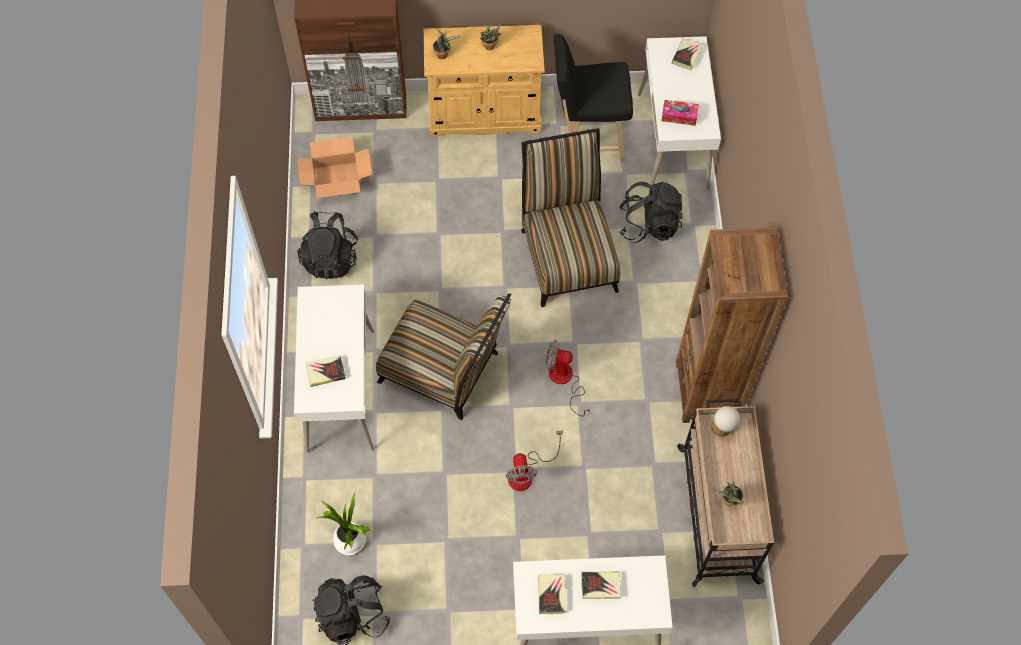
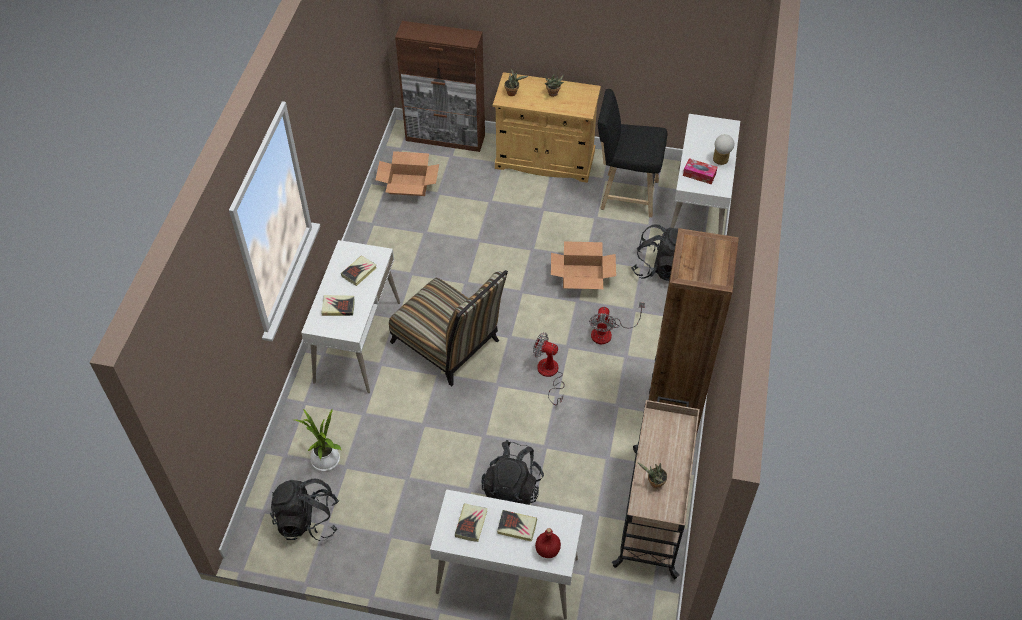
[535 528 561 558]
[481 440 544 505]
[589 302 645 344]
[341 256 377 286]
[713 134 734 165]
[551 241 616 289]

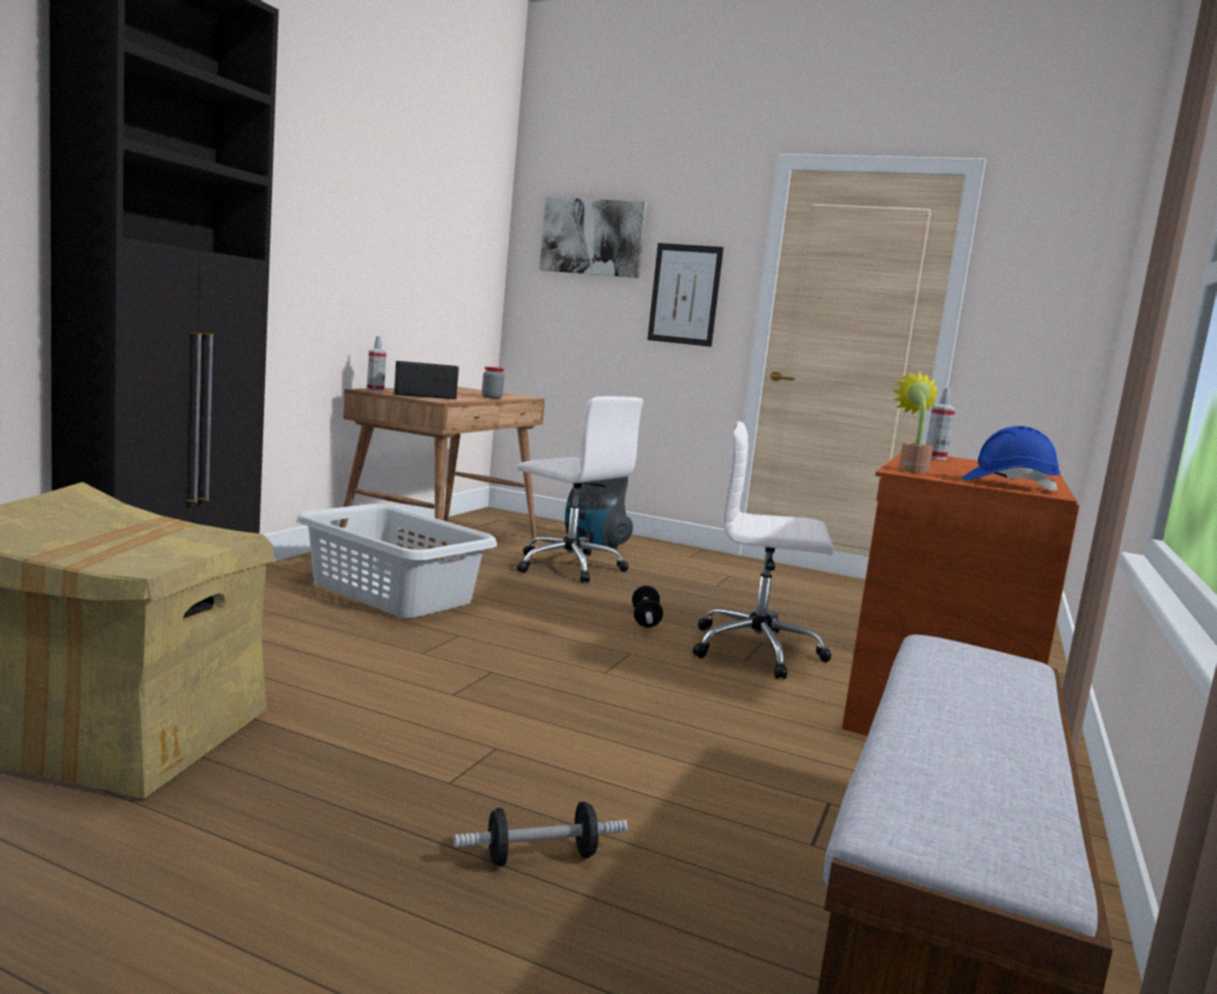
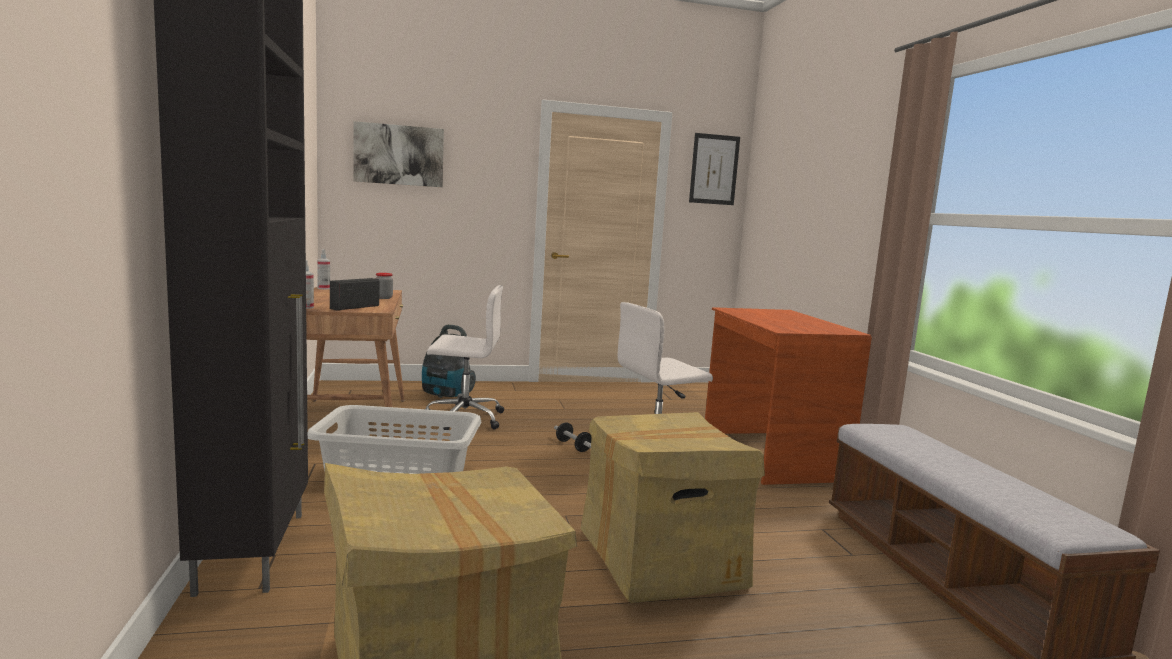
[454 802 628 867] (first image)
[893 371 939 474] (first image)
[962 426 1061 492] (first image)
[581 412 765 603]
[689 133 740 205]
[317 249 330 289]

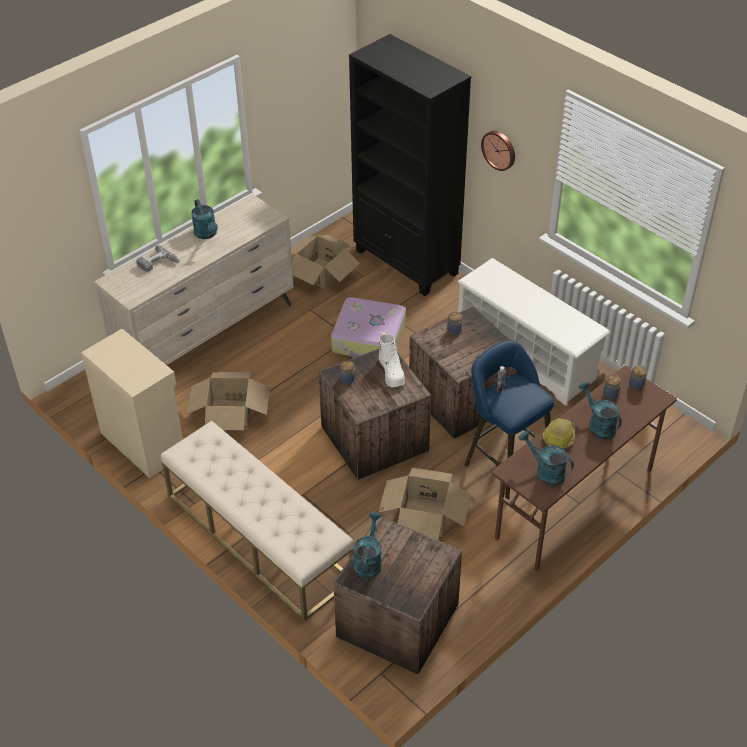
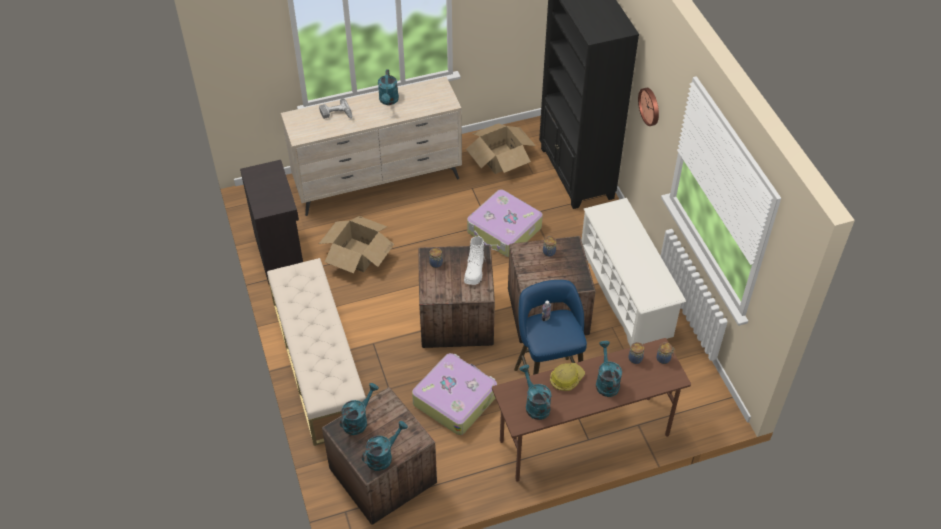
[362 421 408 471]
[412 353 497 435]
[240 160 303 284]

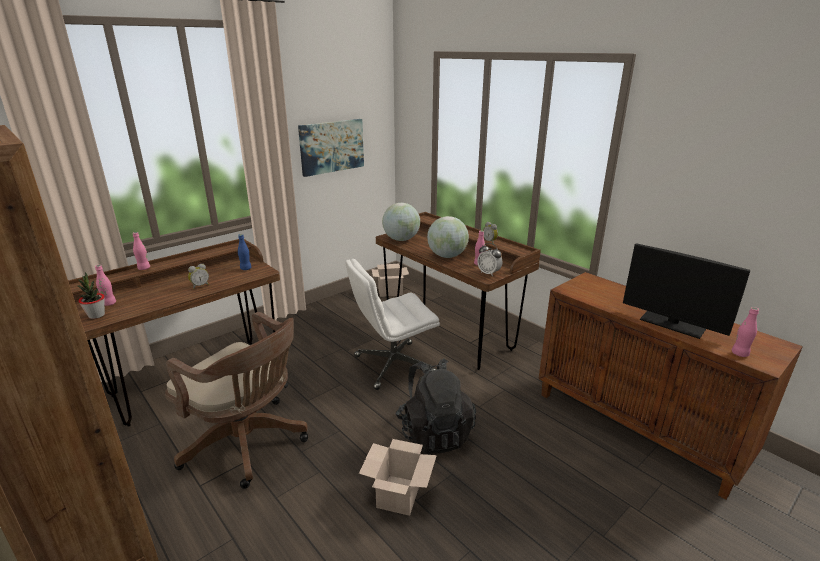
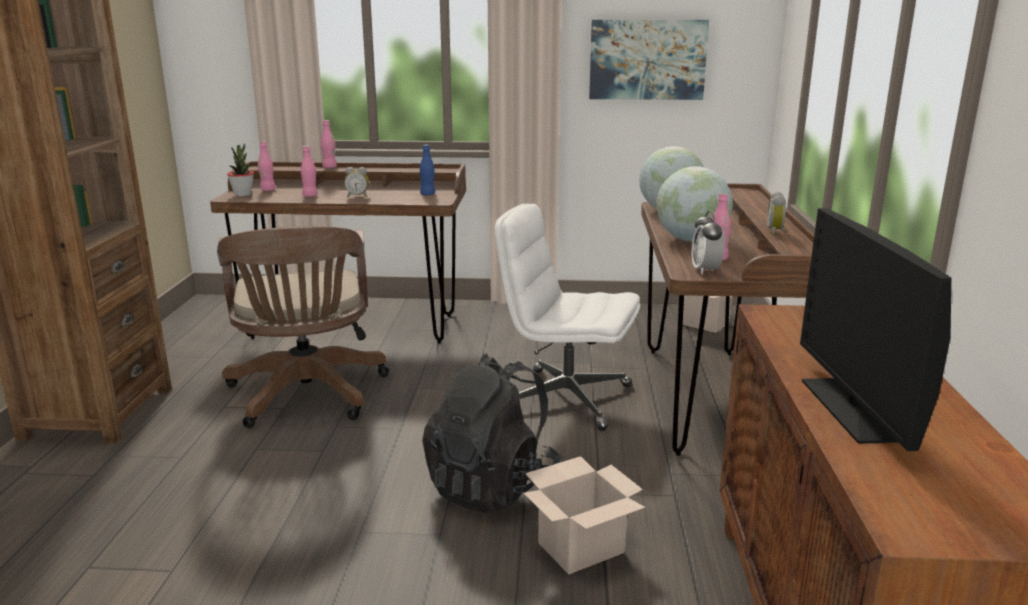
[523 456 645 575]
[301 146 318 197]

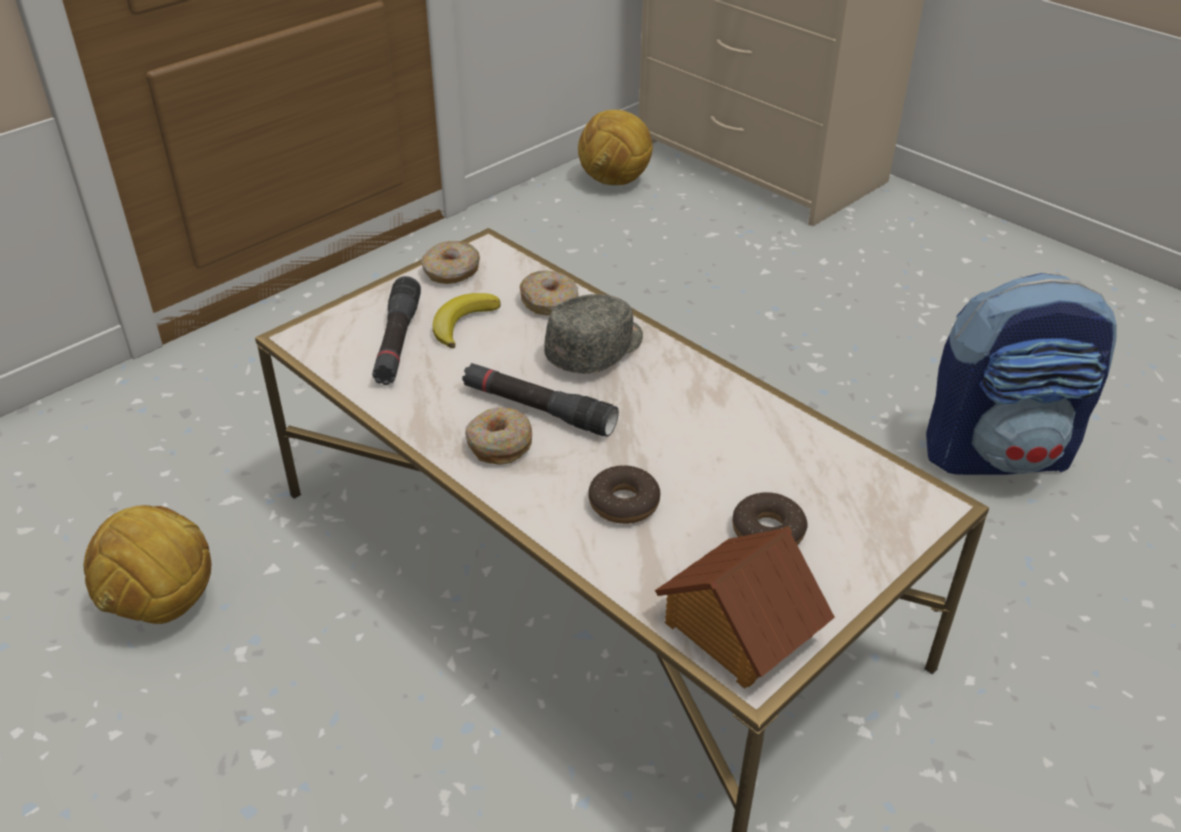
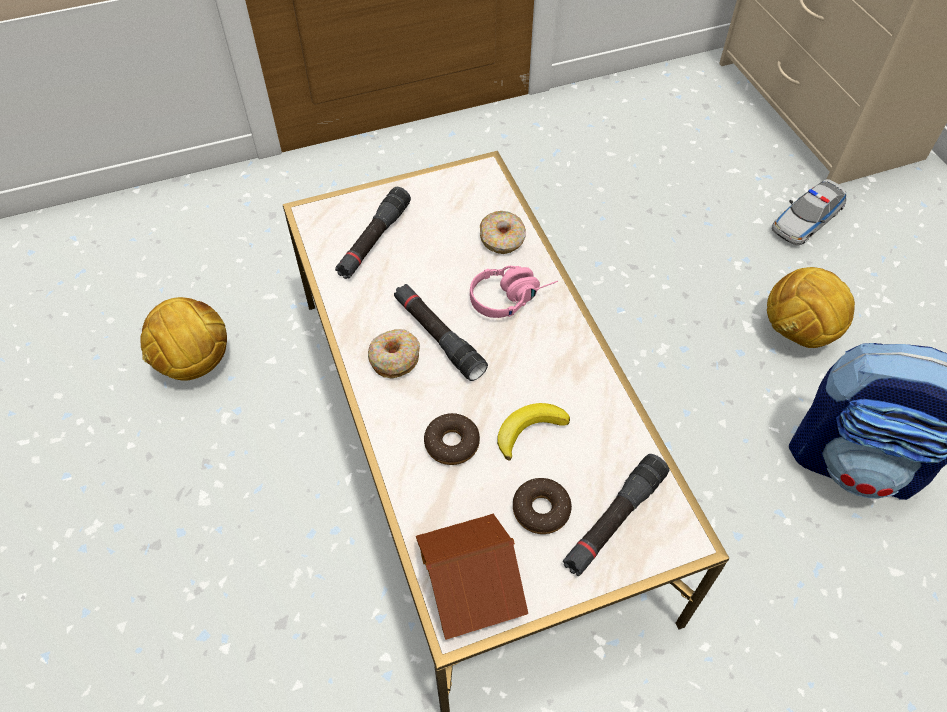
[421 241 480 284] (first image)
[563 454 669 576]
[772 179 846 245]
[497 403 570 460]
[767 267 855 348]
[470 266 558 318]

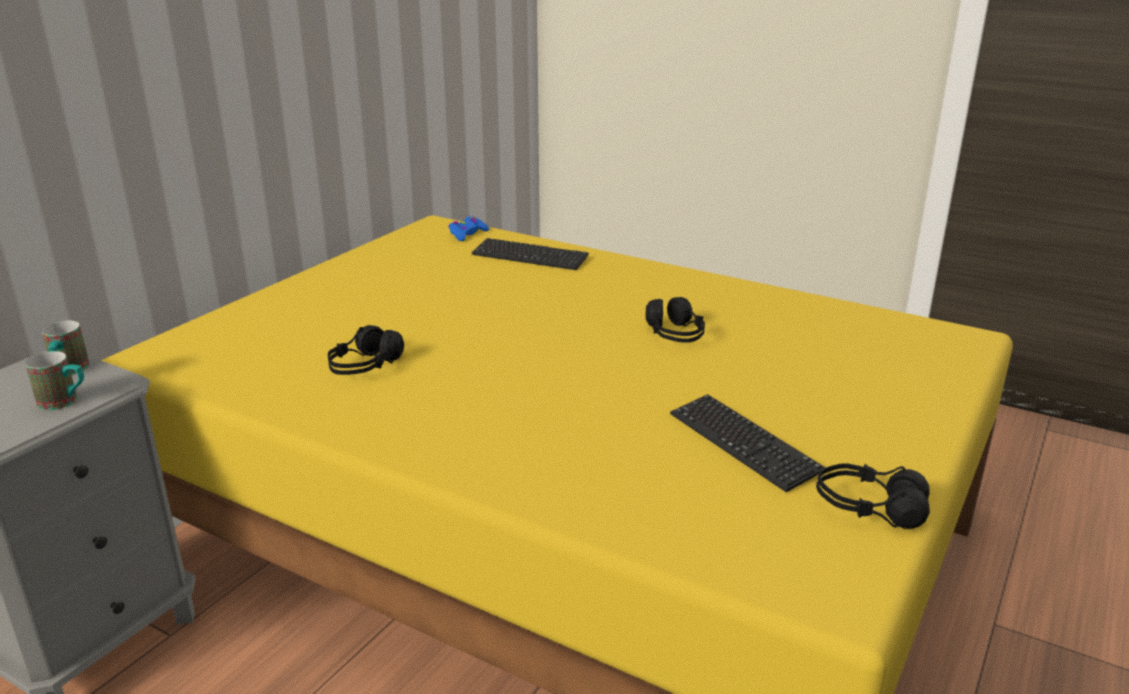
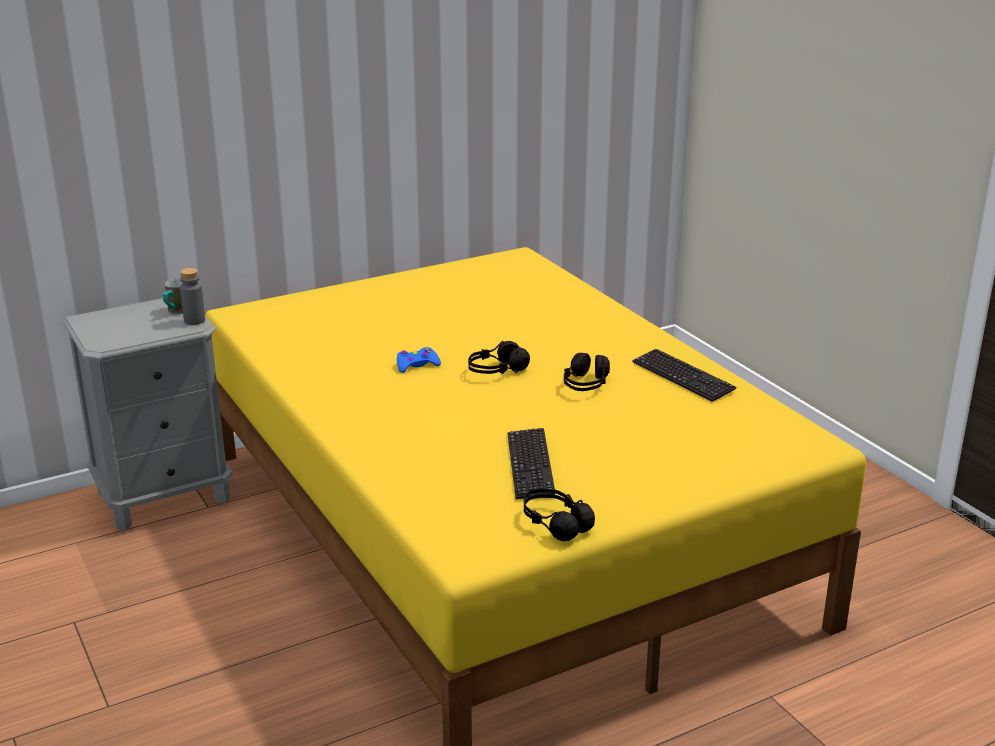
[25 351 84 410] (first image)
[180 268 205 325]
[468 341 530 374]
[397 347 441 373]
[632 349 737 402]

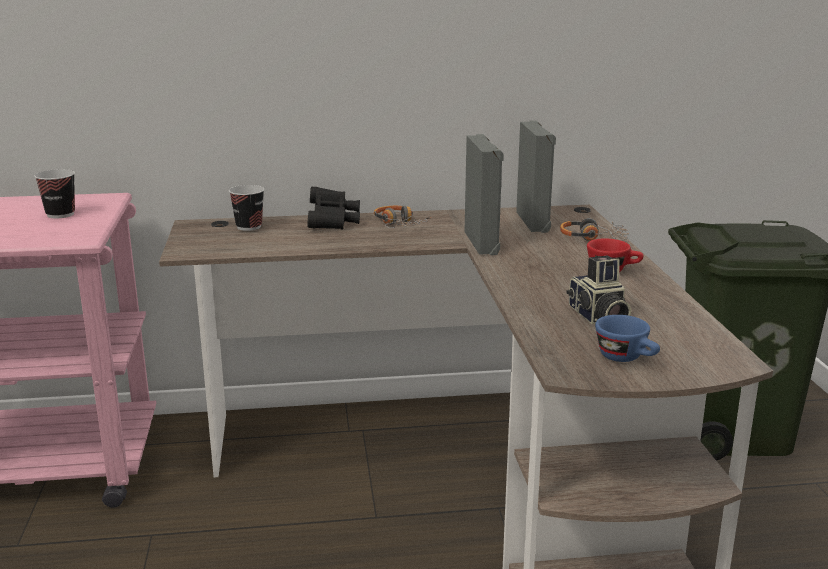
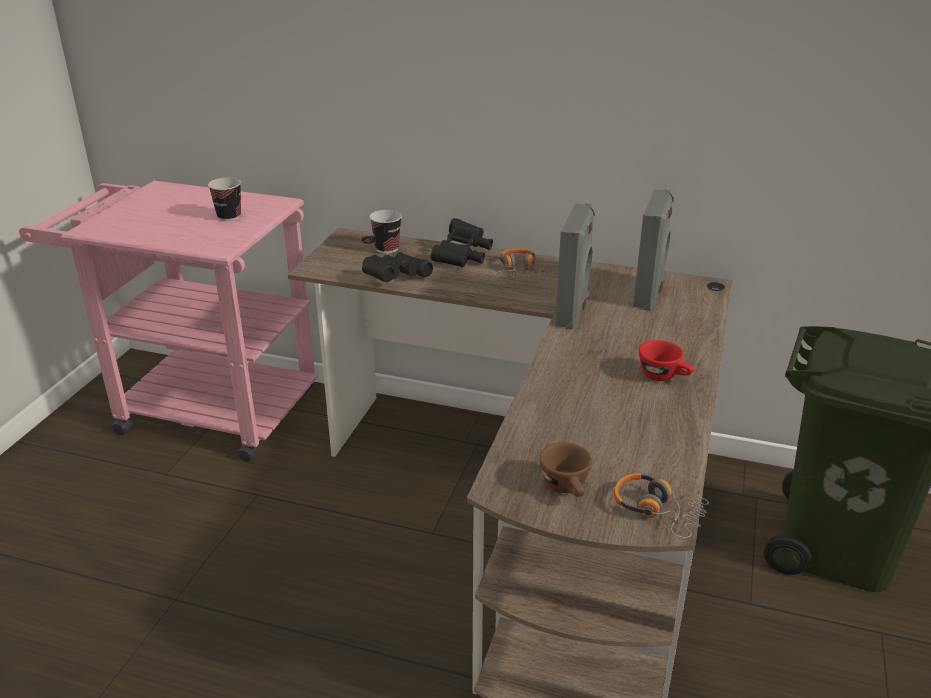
[566 256 631 324] (first image)
[362 252 433 282]
[614 473 709 538]
[539 442 592 497]

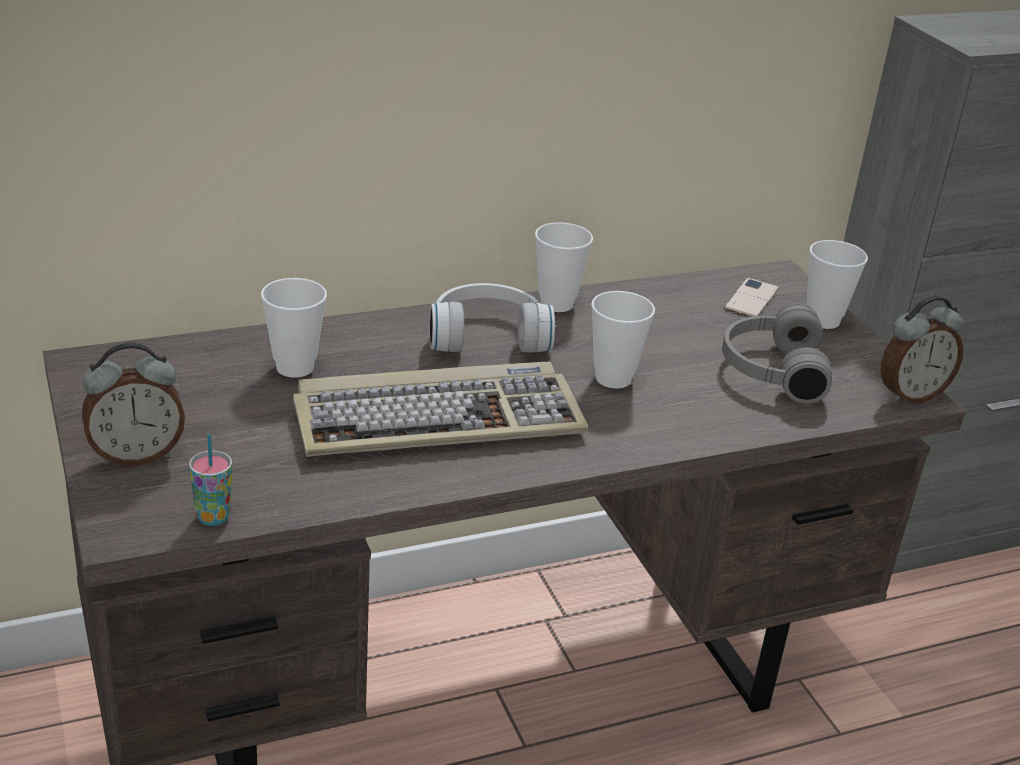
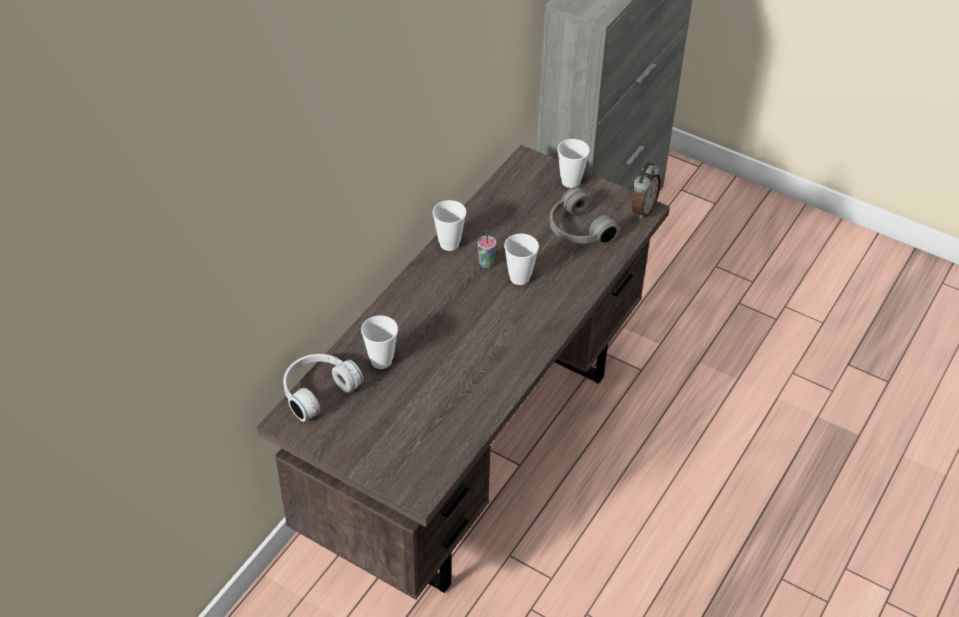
[82 343 185 466] (first image)
[293 362 588 457] (first image)
[724 278 779 317] (first image)
[478 231 496 268]
[283 354 363 422]

